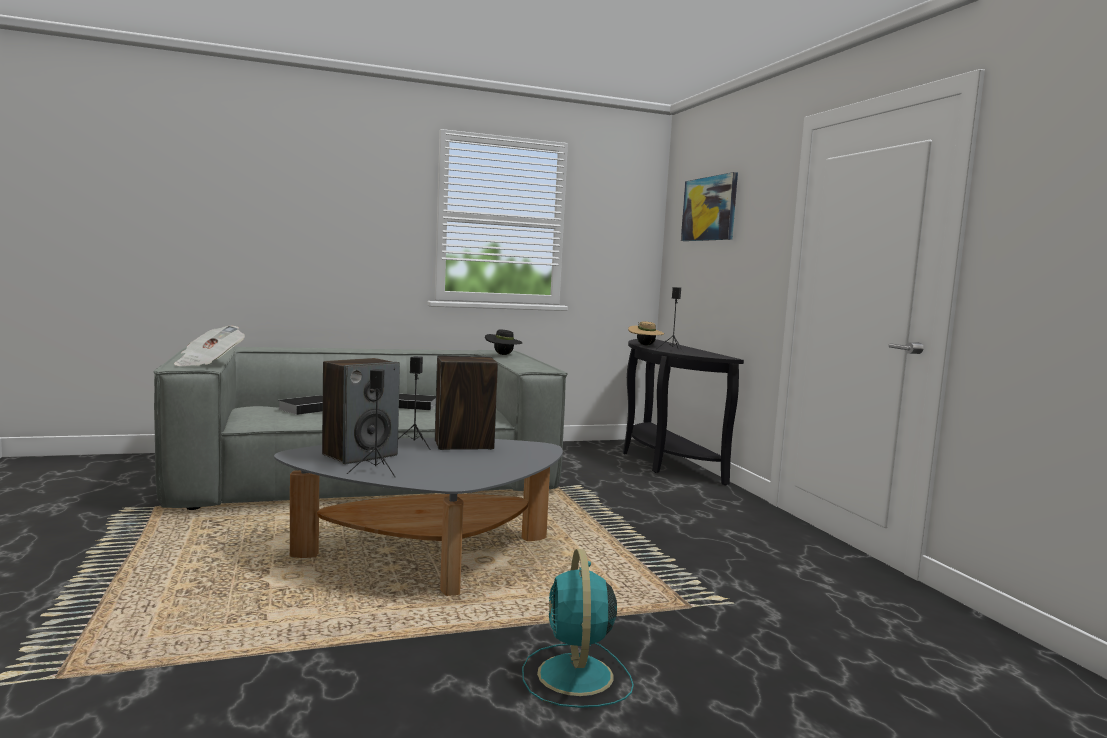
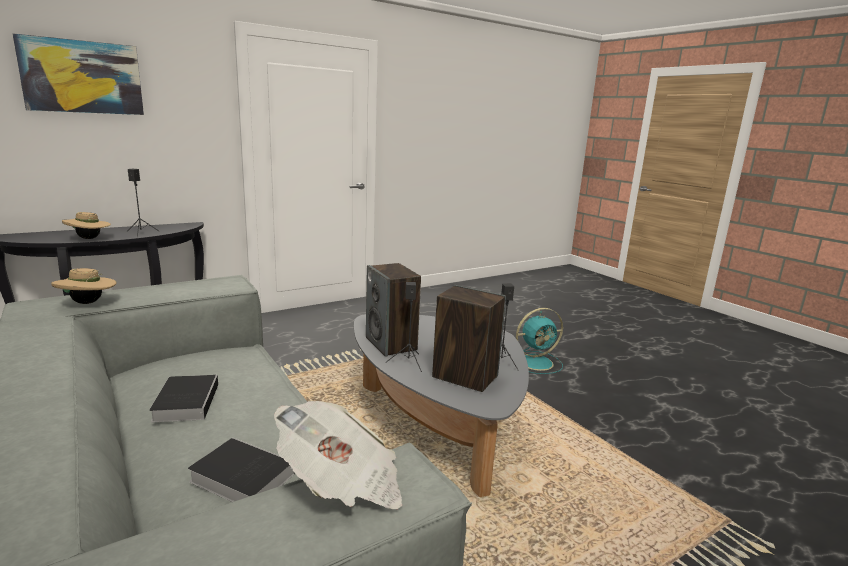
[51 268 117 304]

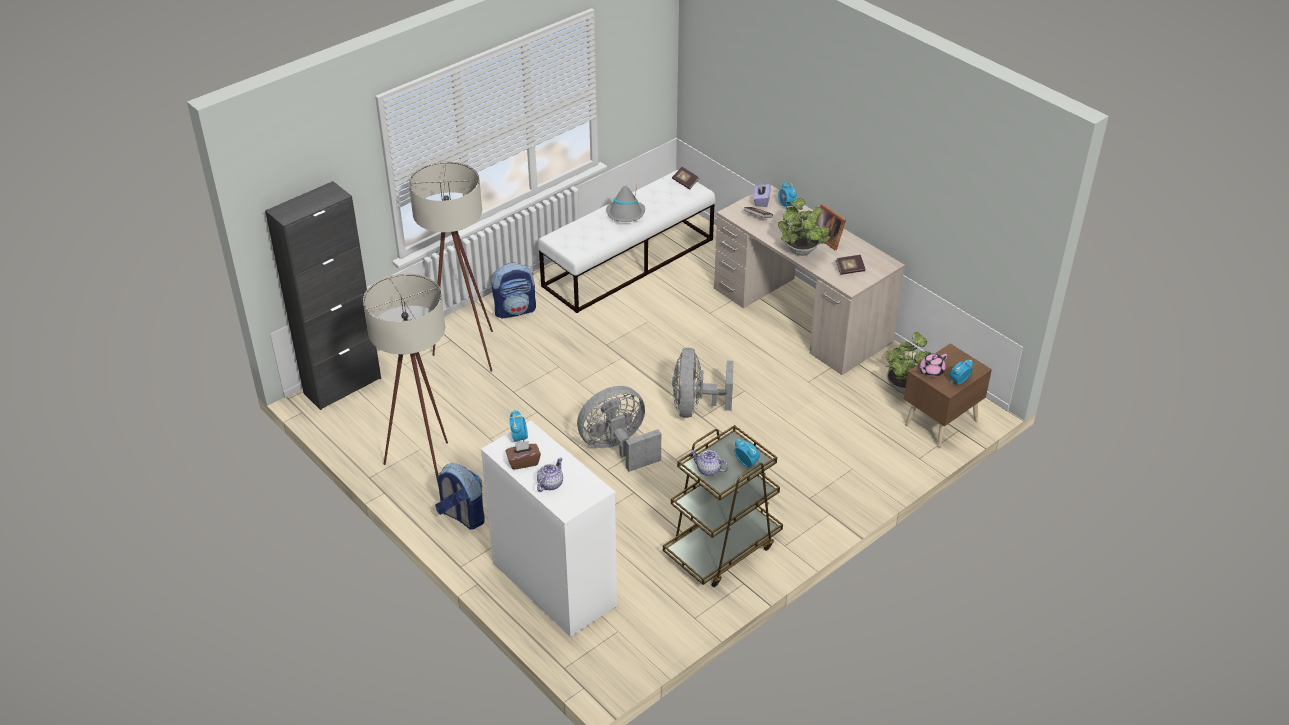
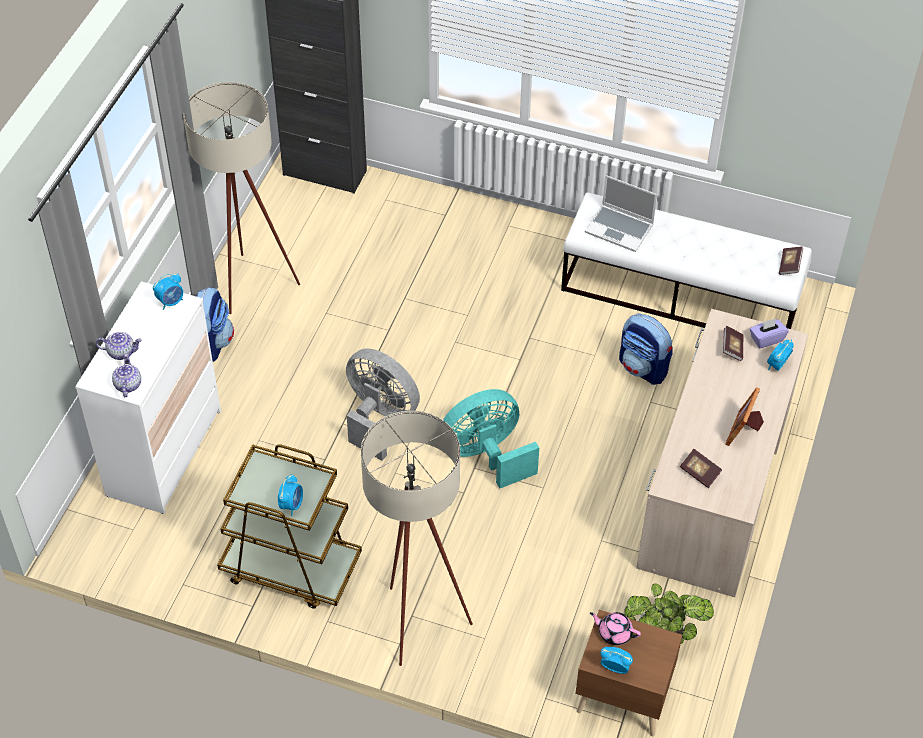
[506 441 541 470] (first image)
[606 186 645 222] (first image)
[778 198 830 256] (first image)
[585 175 657 252]
[361 411 473 666]
[619 313 673 385]
[112 354 141 397]
[443 389 539 488]

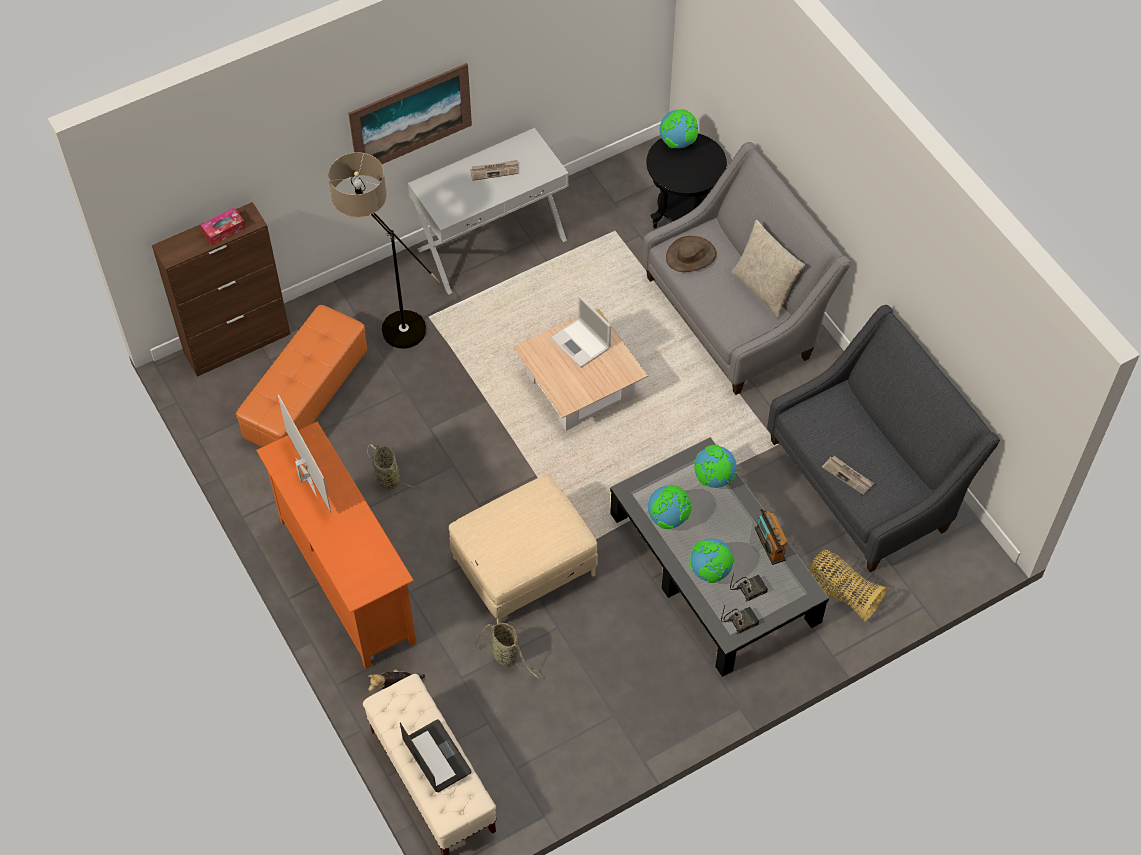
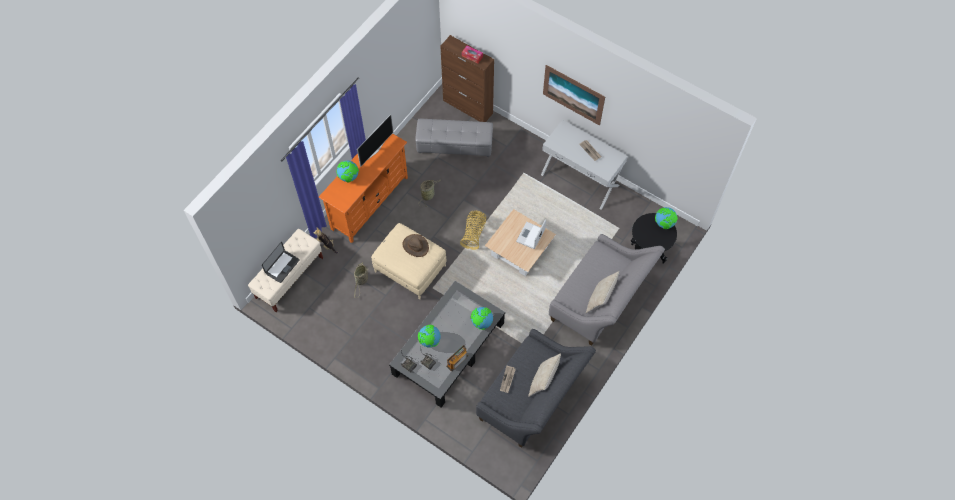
[328 152 440 349] (first image)
[528 353 561 397]
[336 161 359 182]
[402 234 429 257]
[460 210 486 250]
[415 119 493 157]

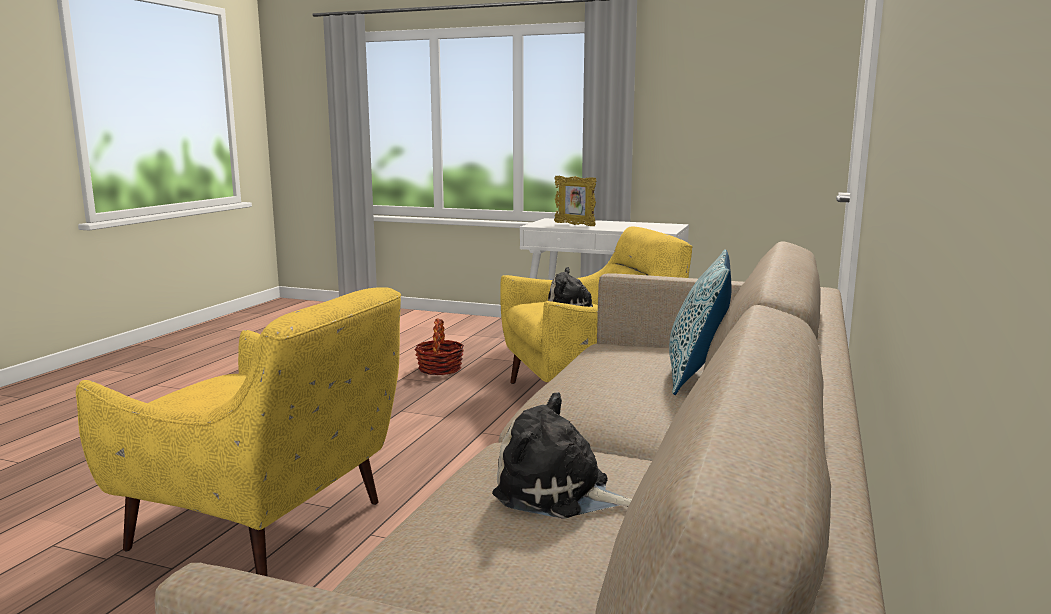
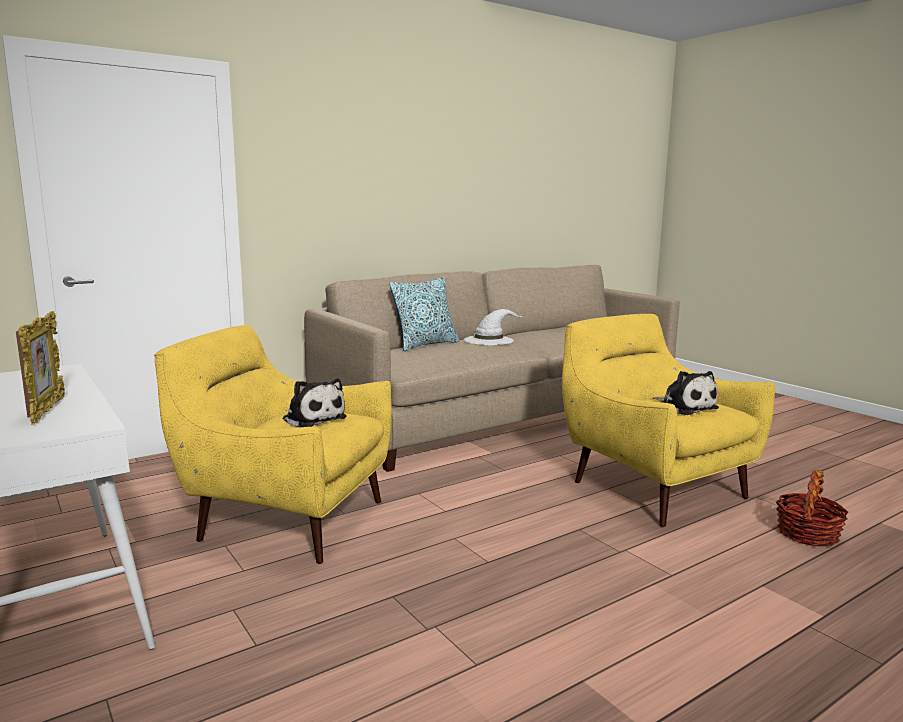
[464 309 522 345]
[776 470 848 546]
[652 371 719 415]

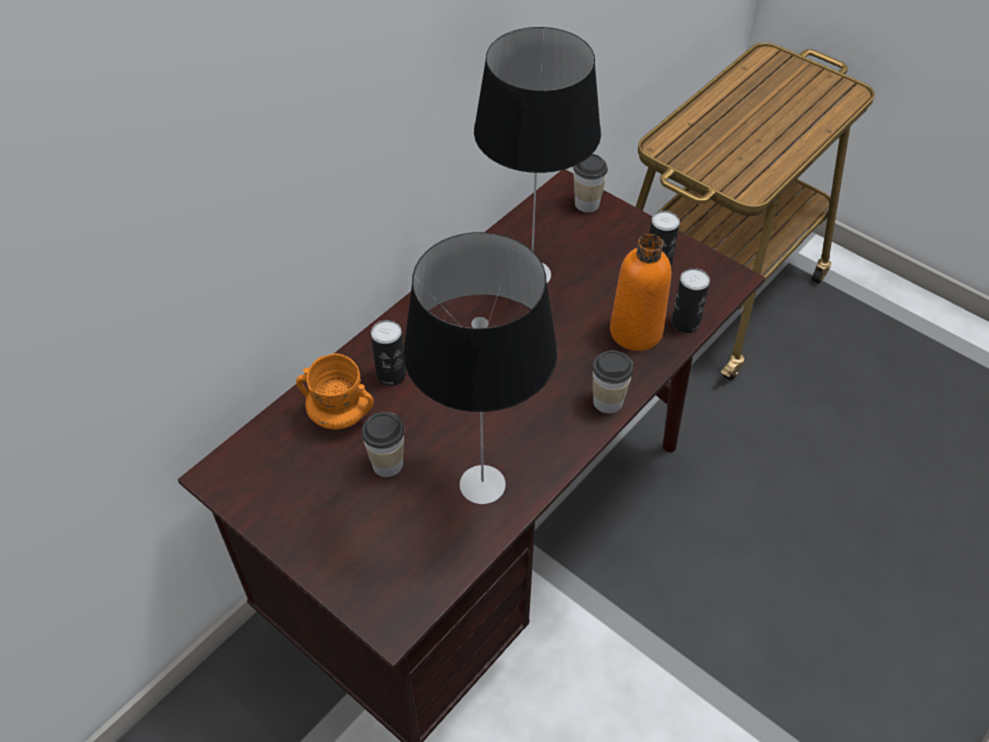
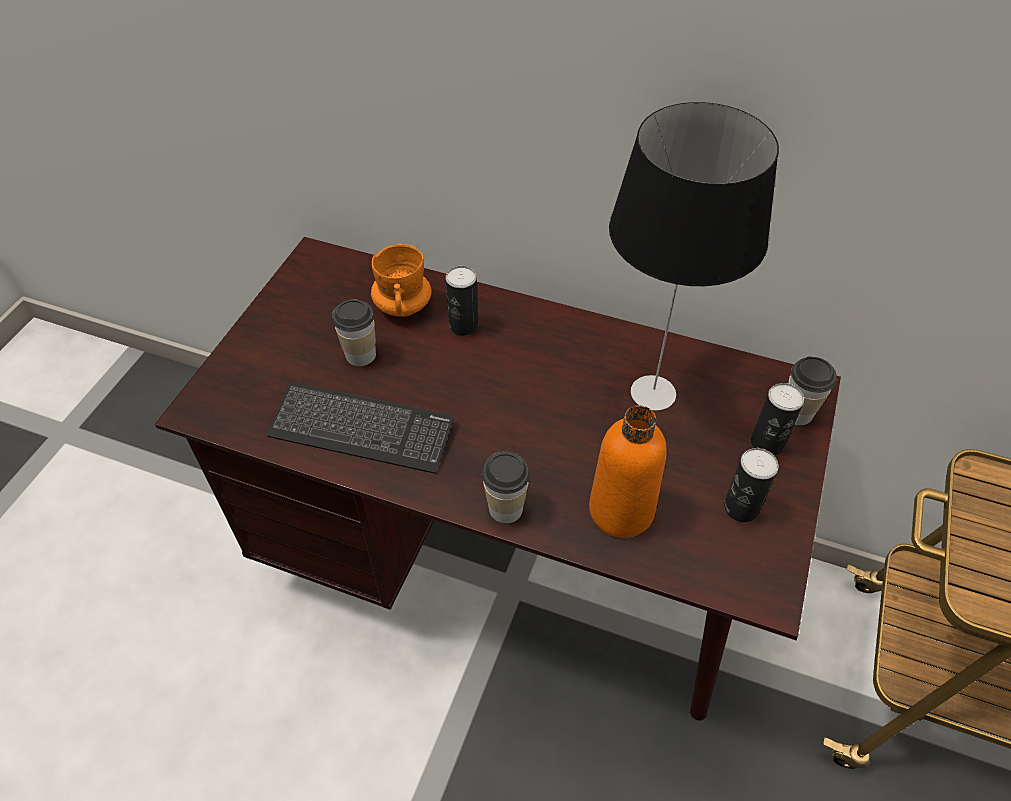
[751 383 804 456]
[267 382 454 474]

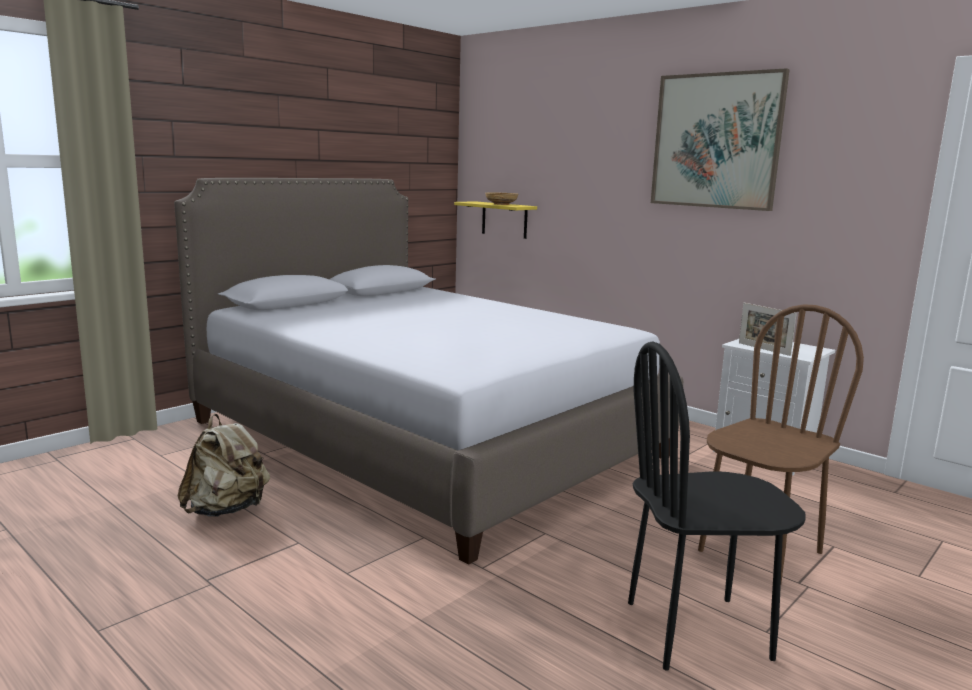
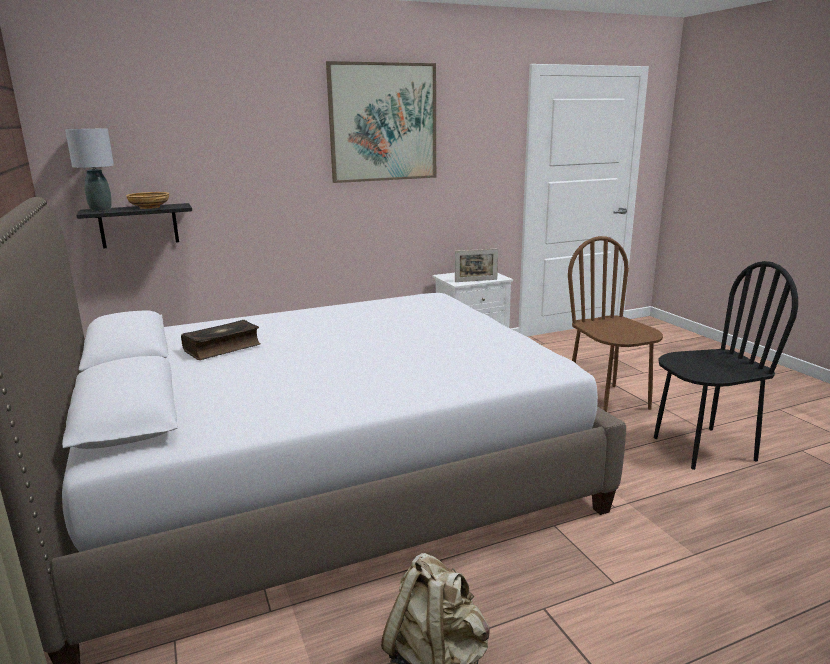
[65 128 114 211]
[181 320 261 360]
[76 203 192 249]
[654 261 798 470]

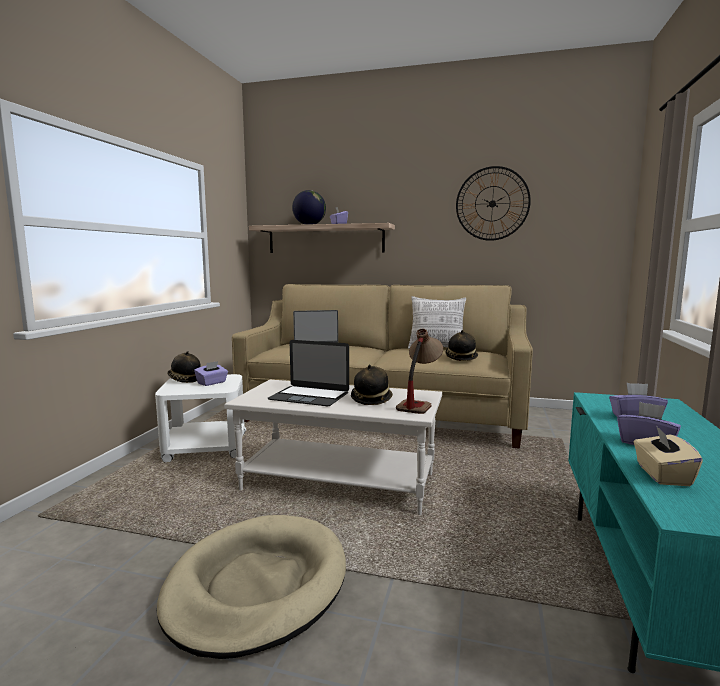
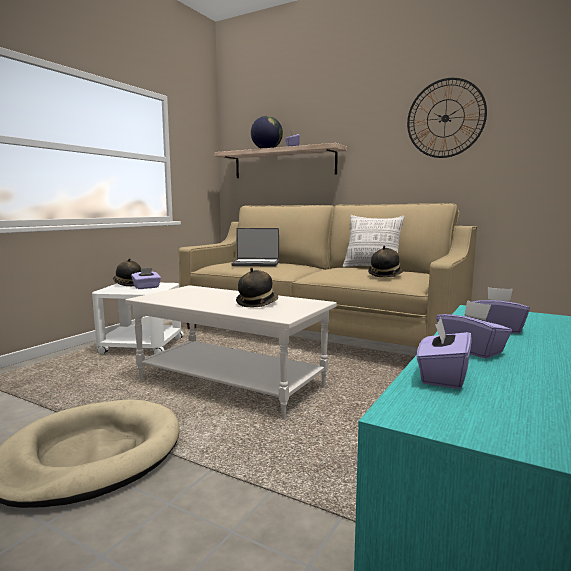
[268 340 349 406] (first image)
[396 329 443 414] (first image)
[417 318 472 389]

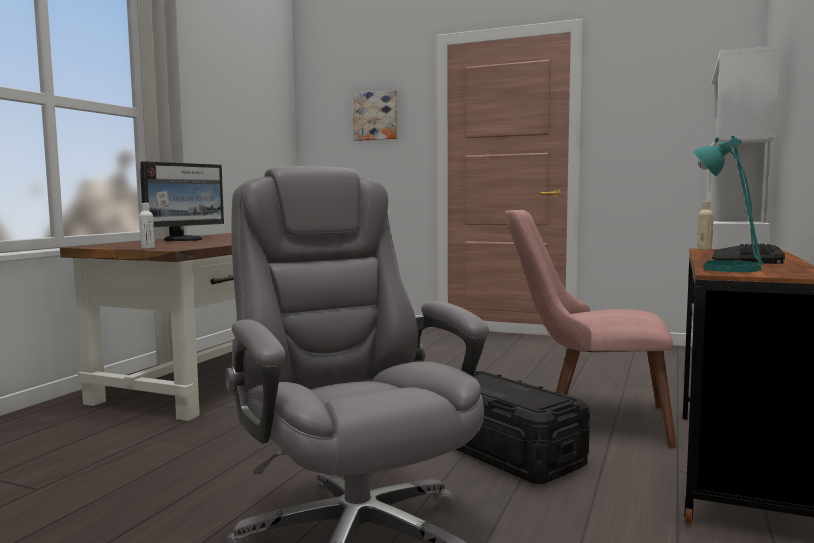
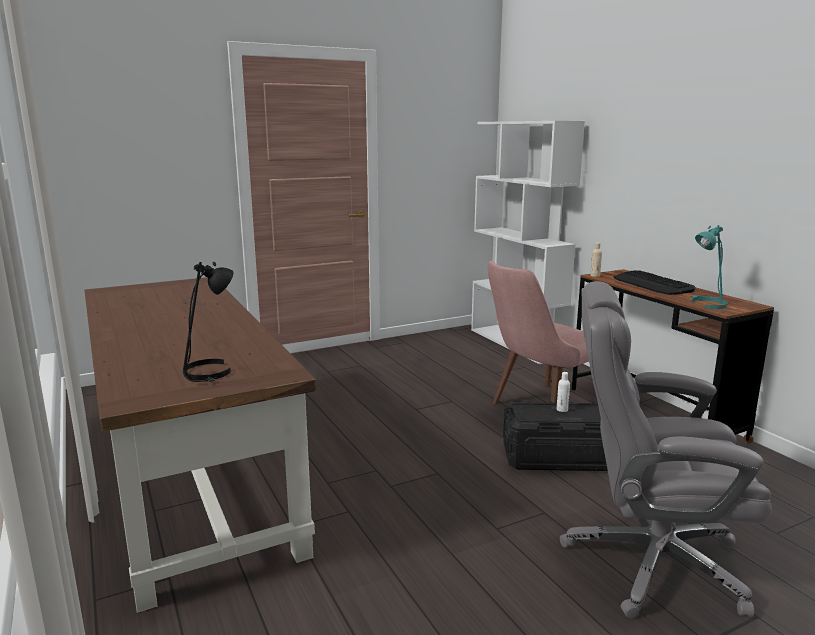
[140 161 224 241] (first image)
[353 90 397 141] (first image)
[183 261 234 382]
[557 372 570 412]

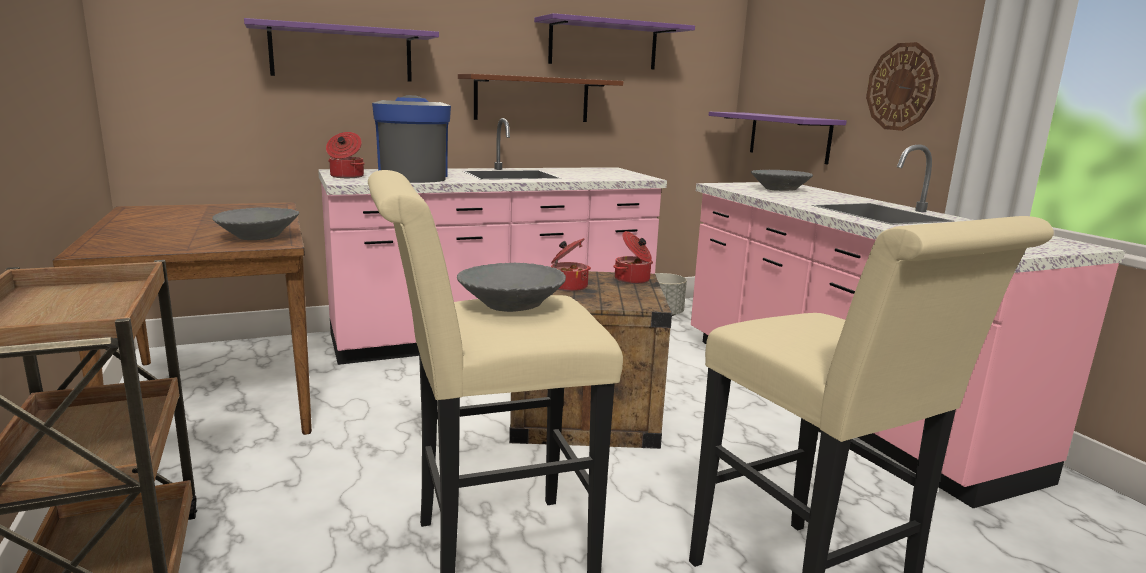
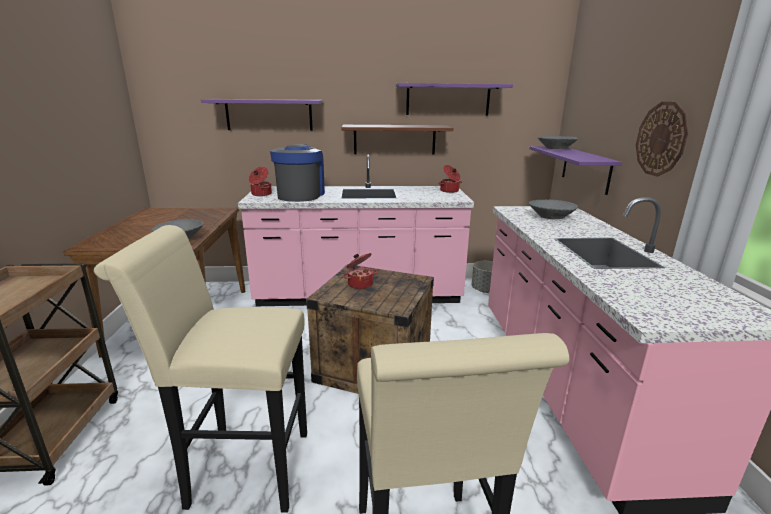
[537 136 578 149]
[438 165 462 193]

